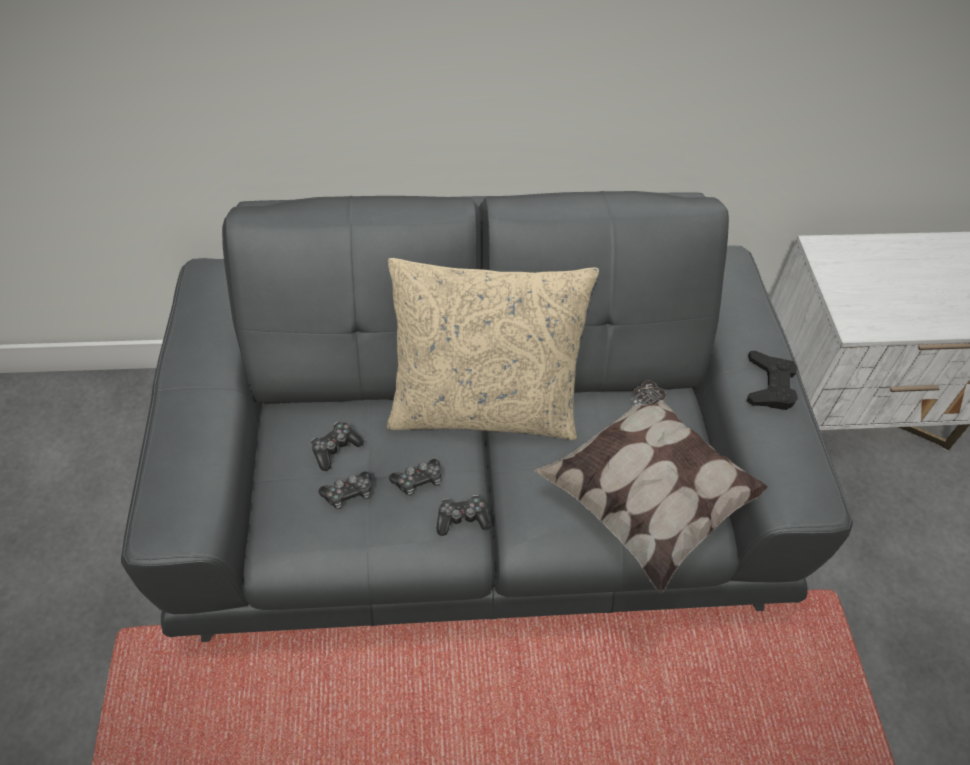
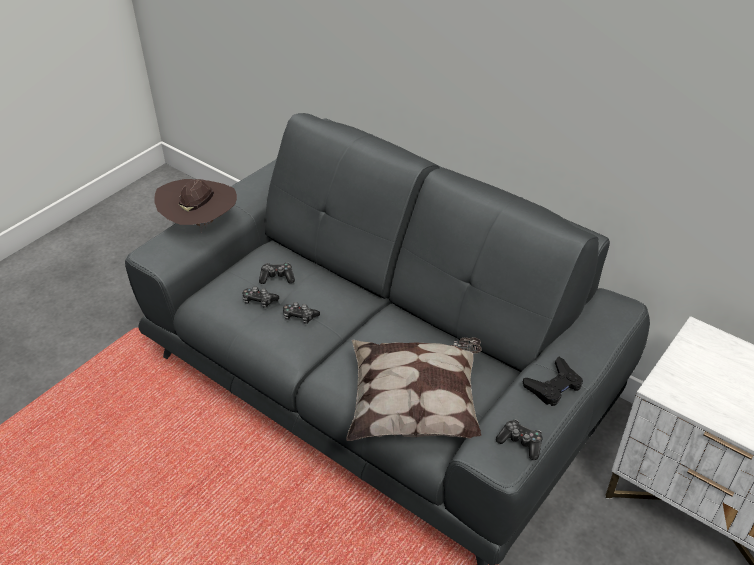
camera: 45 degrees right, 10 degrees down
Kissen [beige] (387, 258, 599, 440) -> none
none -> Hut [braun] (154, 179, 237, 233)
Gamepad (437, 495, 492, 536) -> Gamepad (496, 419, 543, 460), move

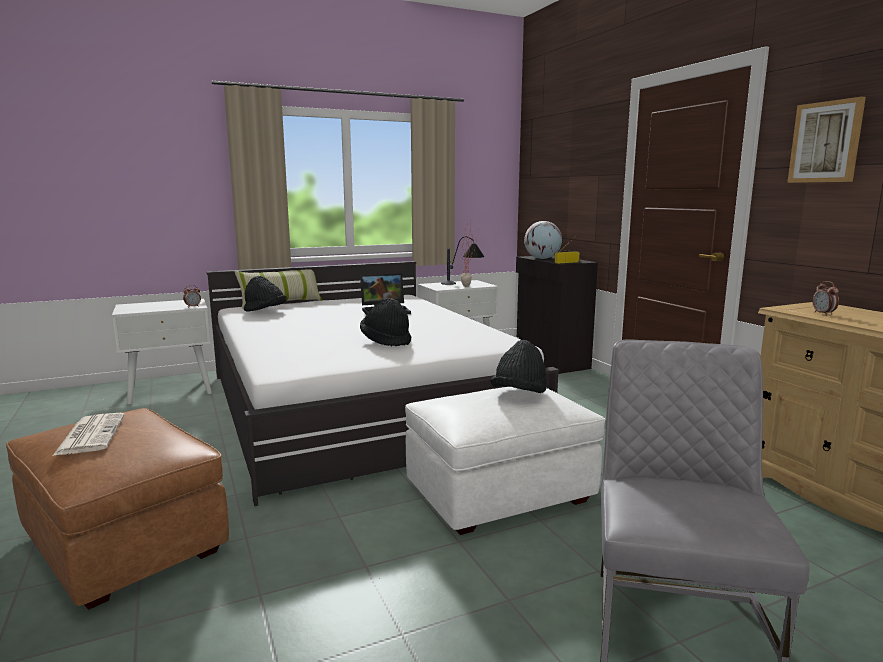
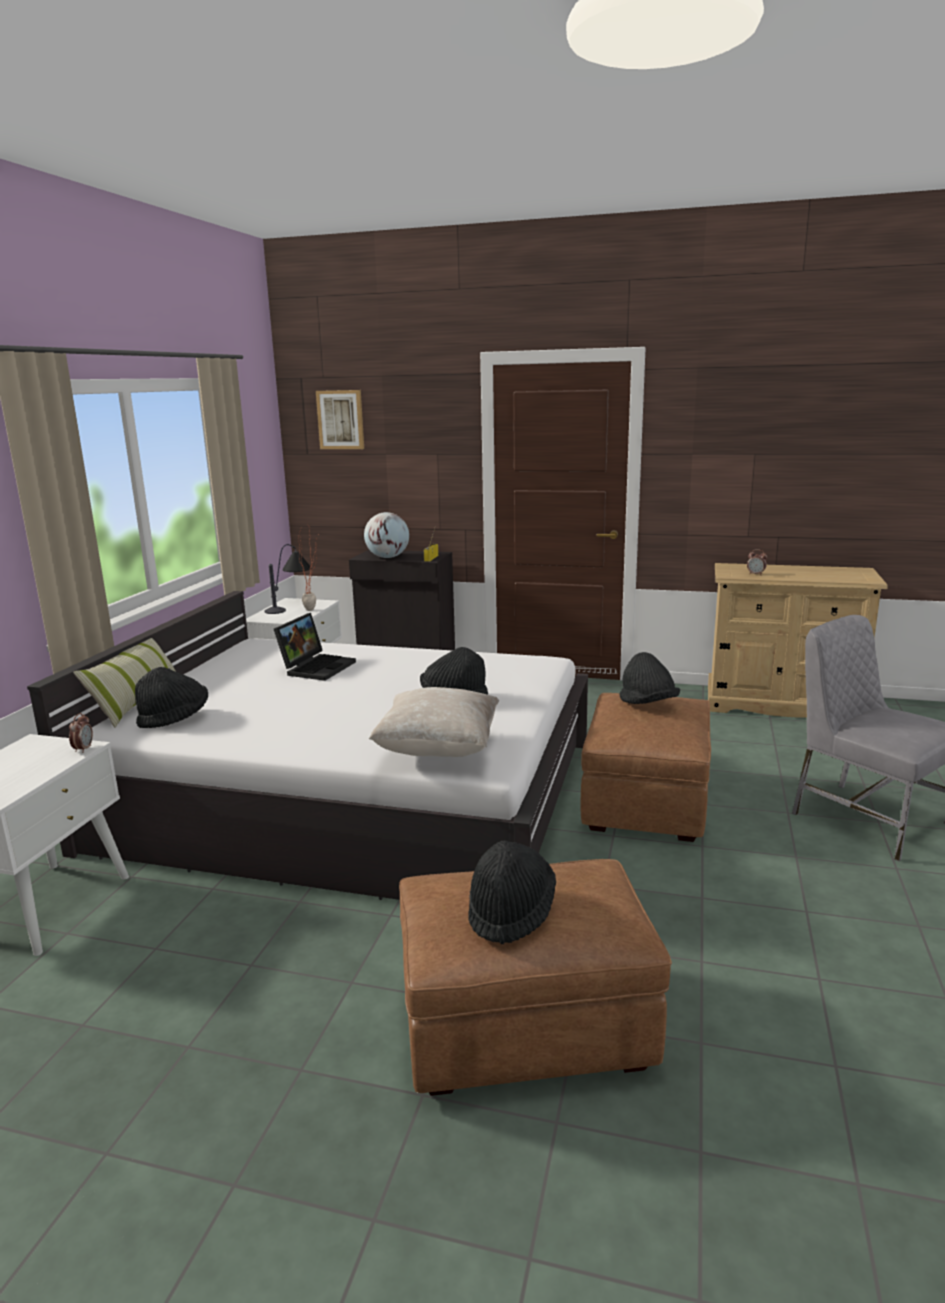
camera: 50 degrees left, 5 degrees up
none -> Kissen [beige] (369, 687, 499, 757)
Bild (787, 97, 866, 183) -> Bild (316, 390, 364, 449), move
Zeitung (53, 413, 125, 456) -> Hut [schwarz] (468, 841, 556, 945)
Polsterhocker [weiß] (405, 387, 606, 535) -> Polsterhocker [braun] (581, 693, 711, 842)

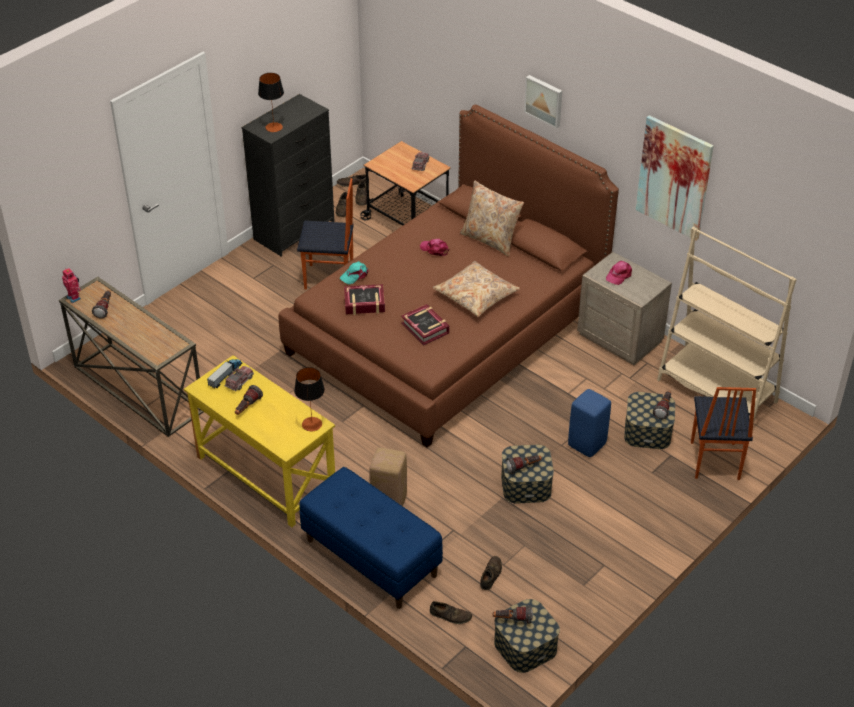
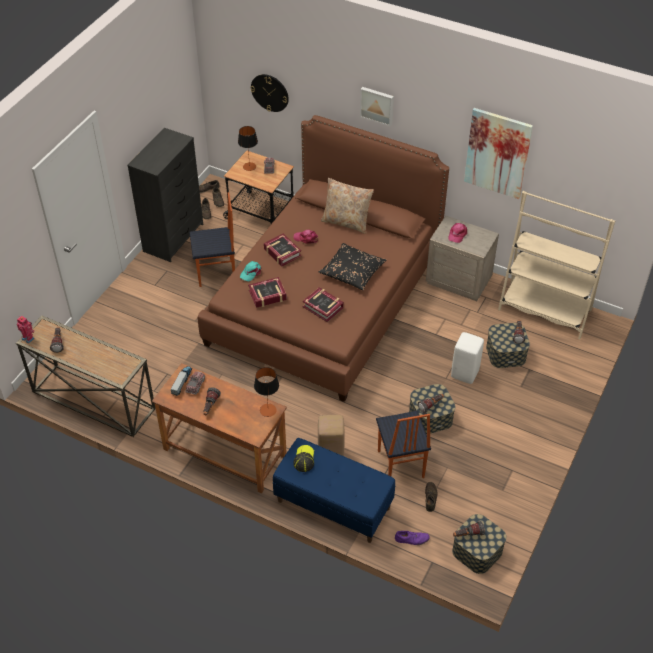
camera: 15 degrees left, 5 degrees up
none -> Wanduhr (250, 74, 289, 112)
none -> Buch (264, 233, 301, 266)
none -> Kappe (293, 445, 314, 472)
Tischlampe (258, 73, 284, 132) -> Tischlampe (238, 126, 258, 171), move
Stuhl (691, 387, 756, 480) -> Stuhl (376, 410, 431, 478), move
Schreibtisch [gelb] (184, 355, 335, 527) -> Schreibtisch [braun] (152, 363, 287, 493)
Schuh [braun] (430, 601, 472, 624) -> Schuh [lila] (395, 531, 430, 545)
Kissen [beige] (433, 261, 520, 317) -> Kissen [schwarz] (319, 243, 387, 290)
Hocker [blau] (568, 389, 611, 457) -> Hocker [weiß] (451, 332, 484, 384)

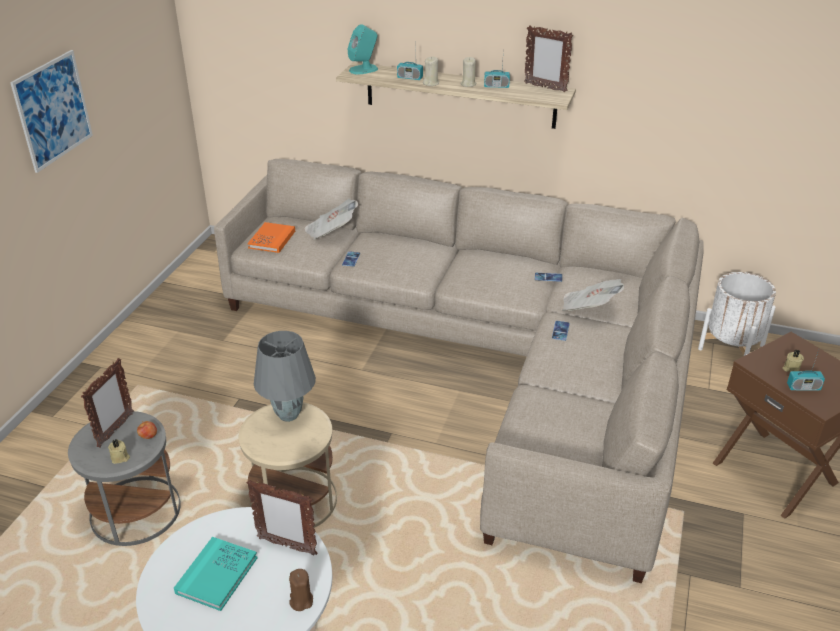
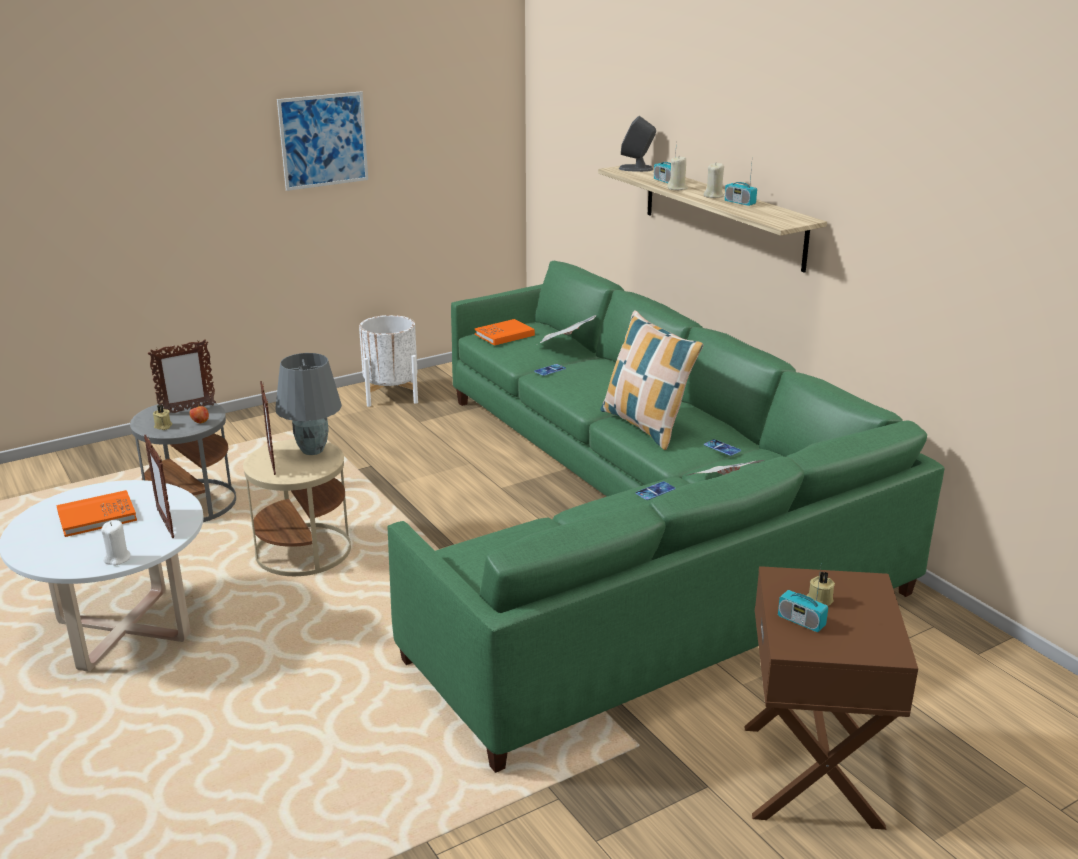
camera: 40 degrees right, 10 degrees down
none -> Kissen (601, 310, 704, 450)
Bilderrahmen (524, 26, 573, 93) -> Bilderrahmen (260, 381, 276, 475), move
Pflanzkübel [weiß] (698, 272, 776, 356) -> Pflanzkübel [weiß] (359, 315, 418, 407), move
Buch [türkis] (174, 537, 257, 611) -> Buch [orange] (56, 490, 137, 537)
Sofa [beige] (214, 159, 704, 583) -> Sofa [grün] (388, 261, 944, 773)
Kerze [braun] (289, 569, 313, 611) -> Kerze [weiß] (101, 520, 131, 565)
Lautsprecher [türkis] (348, 24, 378, 74) -> Lautsprecher [grau] (619, 116, 656, 172)

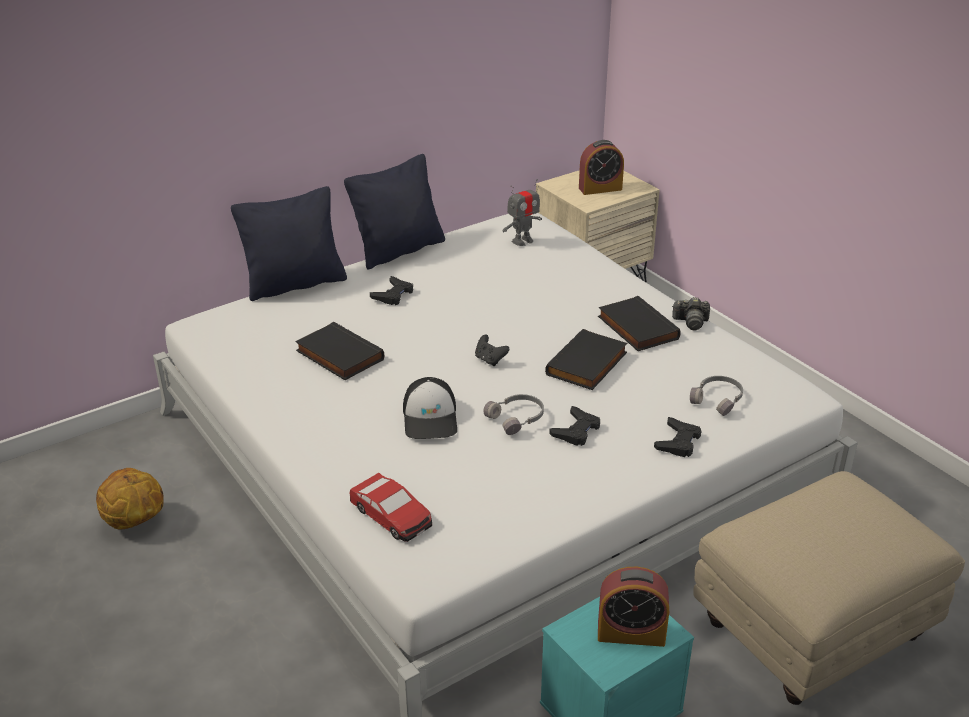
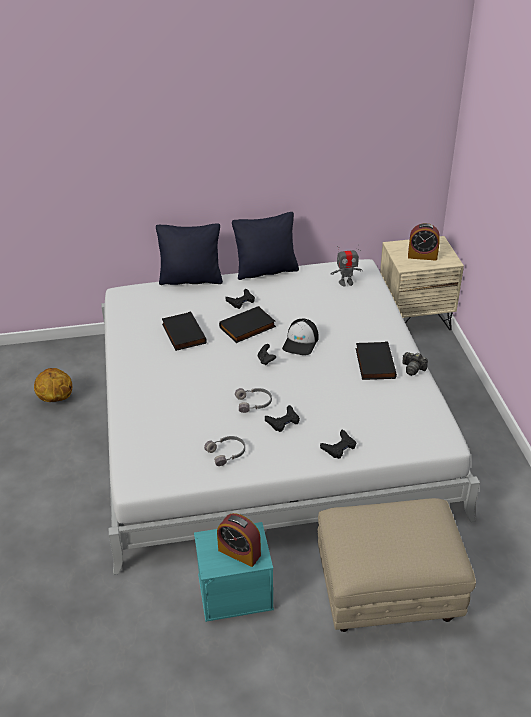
camera: 25 degrees right, 5 degrees up
Spielzeugauto (350, 473, 432, 542) -> none
Kappe (403, 377, 457, 439) -> Kappe (282, 319, 319, 355), move
Buch [schwarz] (545, 329, 627, 390) -> Buch [schwarz] (219, 306, 276, 343), move
Kopfhörer [grau] (690, 376, 743, 416) -> Kopfhörer [grau] (204, 436, 245, 466), move

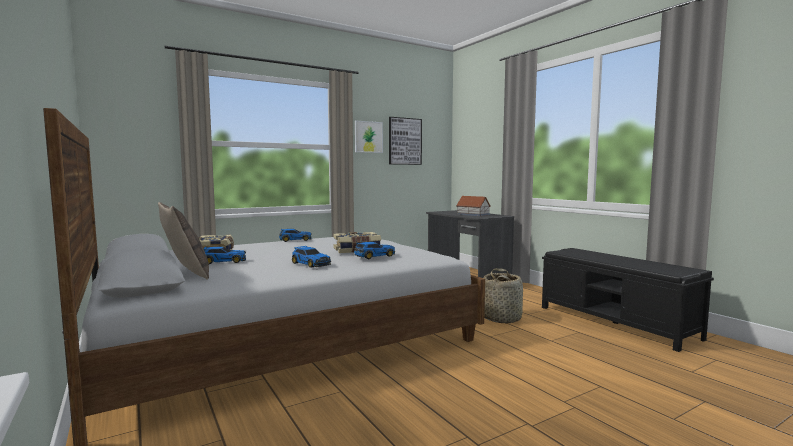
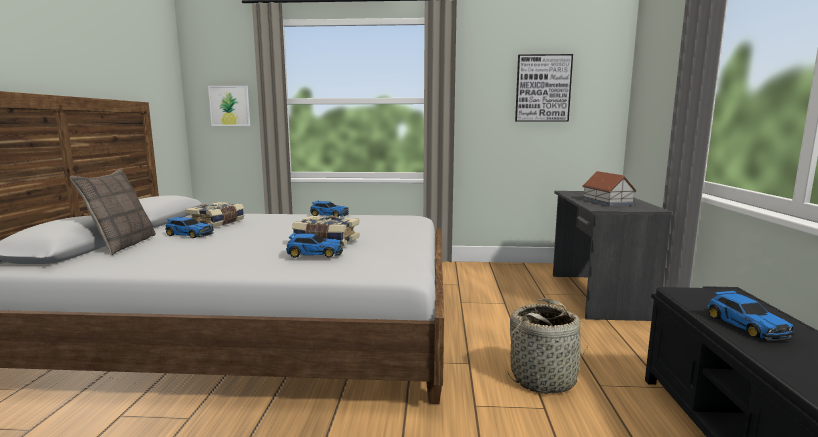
camera: 35 degrees right, 5 degrees up
Spielzeugauto (292, 246, 331, 268) -> Spielzeugauto (708, 290, 794, 341), move
Bild (355, 121, 383, 153) -> Bild (208, 86, 250, 126), move

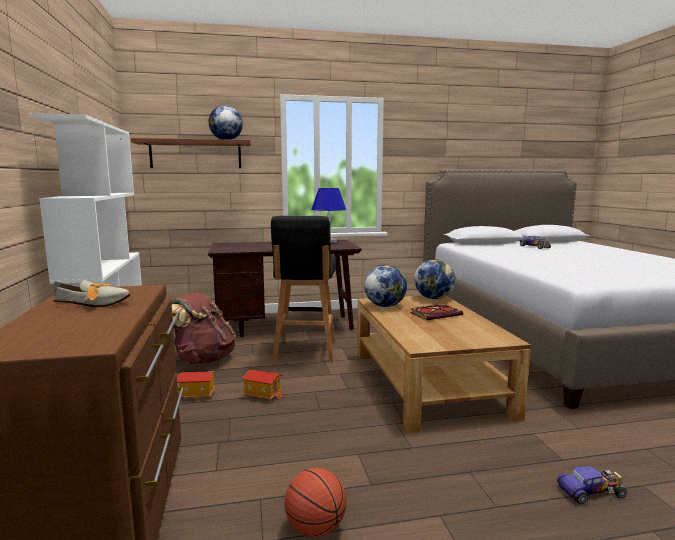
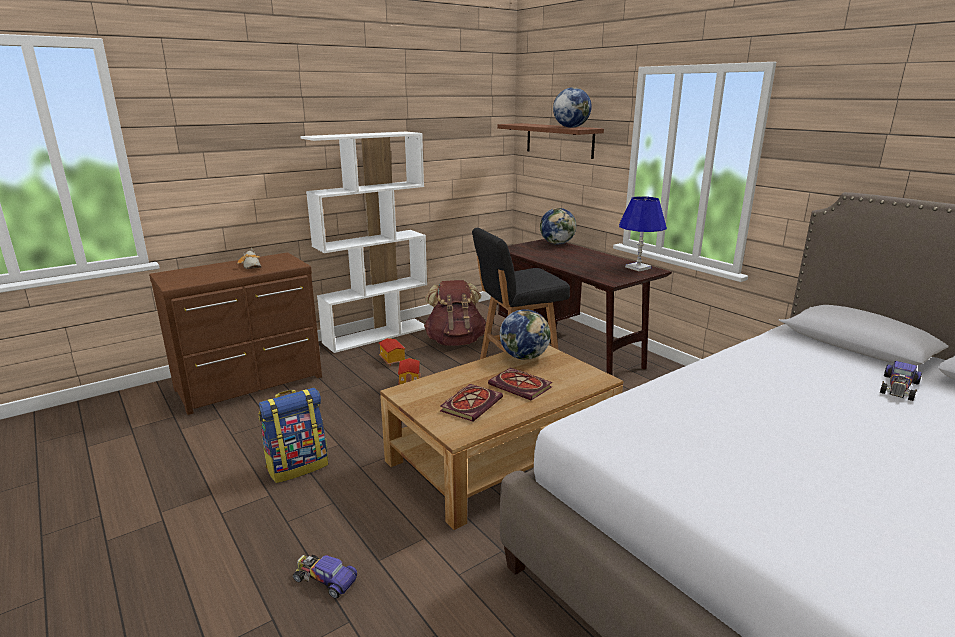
camera: 65 degrees right, 10 degrees up
Basketball (285, 468, 347, 537) -> none
none -> Rucksack (259, 388, 329, 483)
none -> Buch (440, 384, 503, 422)
Globus (414, 259, 455, 299) -> Globus (540, 208, 576, 244), move
Spielzeugauto (557, 466, 627, 504) -> Spielzeugauto (293, 555, 357, 598), 150 degrees clockwise

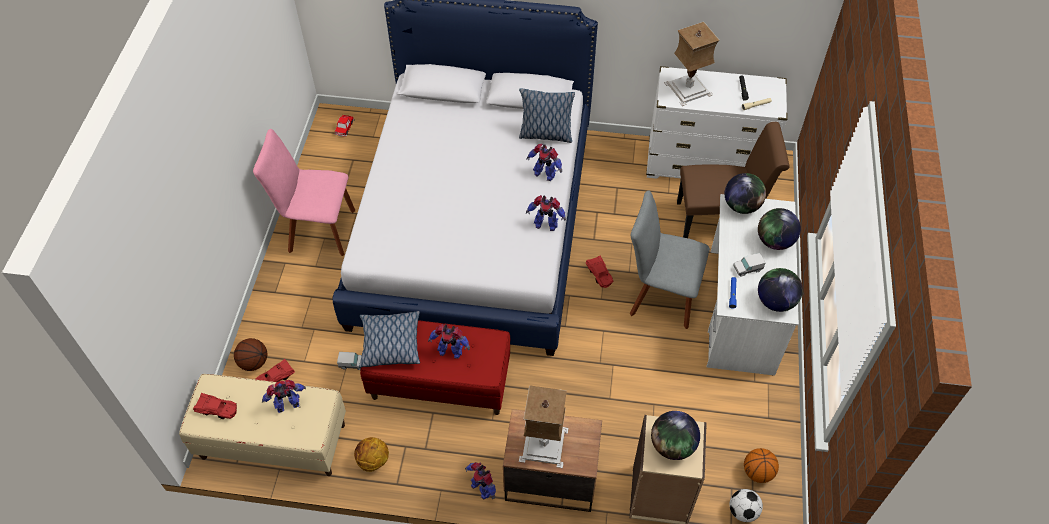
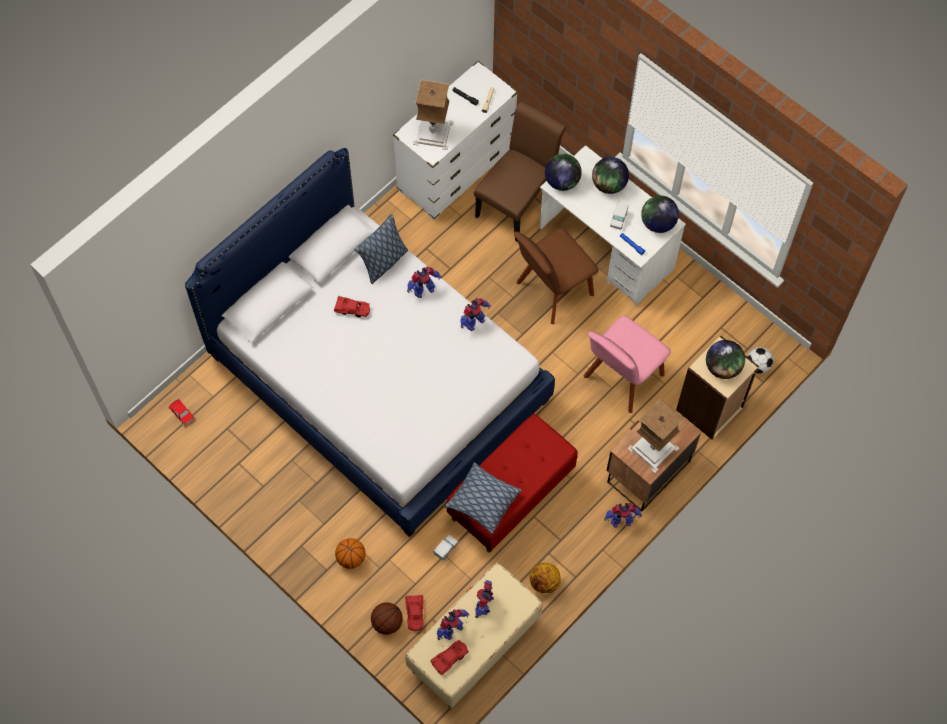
camera: 55 degrees left, 10 degrees up
Stuhl [rosa] (253, 129, 355, 256) -> Stuhl [rosa] (584, 315, 671, 413), move
Spielzeugroboter (428, 324, 470, 359) -> Spielzeugroboter (437, 609, 469, 640), move
Spielzeugauto [rot] (586, 255, 613, 288) -> Spielzeugauto [rot] (334, 296, 370, 317), move
Basketball (744, 448, 779, 483) -> Basketball (335, 538, 366, 569), move
Stuhl [grau] (630, 190, 710, 329) -> Stuhl [braun] (514, 228, 598, 324)

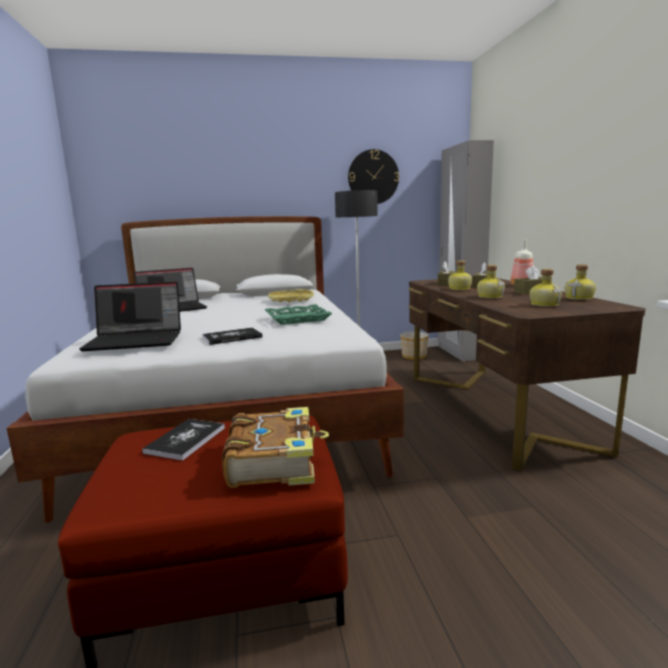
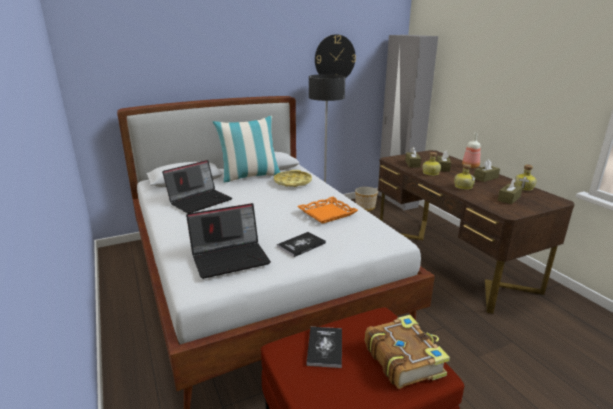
camera: 15 degrees left, 10 degrees up
none -> Kissen (213, 116, 280, 183)
Flasche (530, 269, 563, 307) -> Taschentuchbox [braun] (497, 178, 523, 204)
Tablett [grün] (265, 304, 332, 325) -> Tablett [orange] (297, 197, 358, 224)

